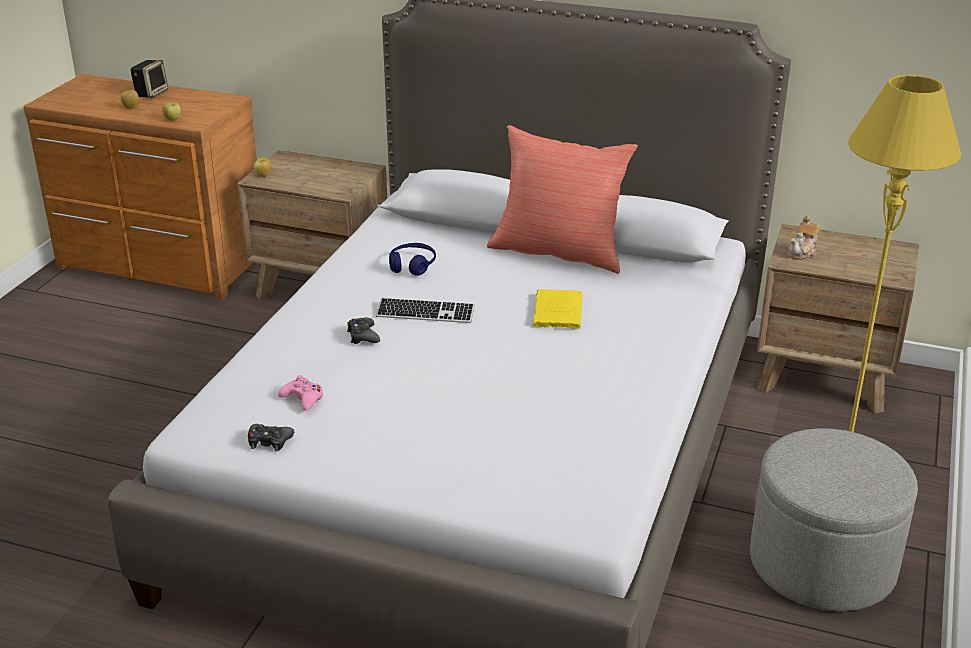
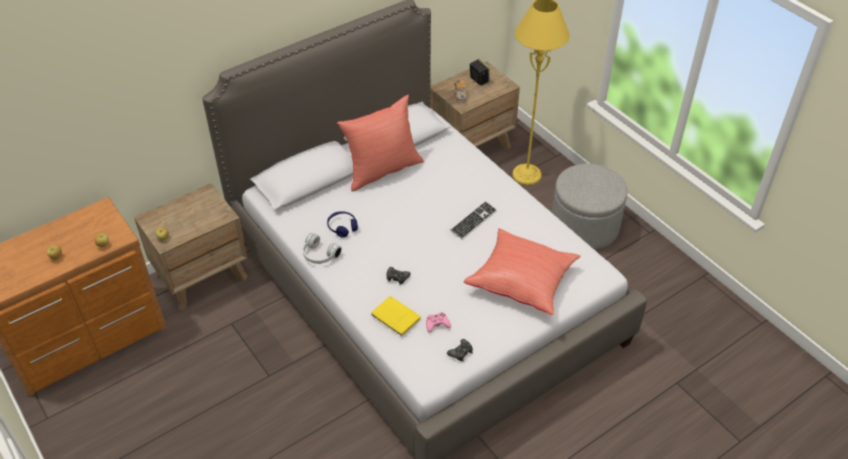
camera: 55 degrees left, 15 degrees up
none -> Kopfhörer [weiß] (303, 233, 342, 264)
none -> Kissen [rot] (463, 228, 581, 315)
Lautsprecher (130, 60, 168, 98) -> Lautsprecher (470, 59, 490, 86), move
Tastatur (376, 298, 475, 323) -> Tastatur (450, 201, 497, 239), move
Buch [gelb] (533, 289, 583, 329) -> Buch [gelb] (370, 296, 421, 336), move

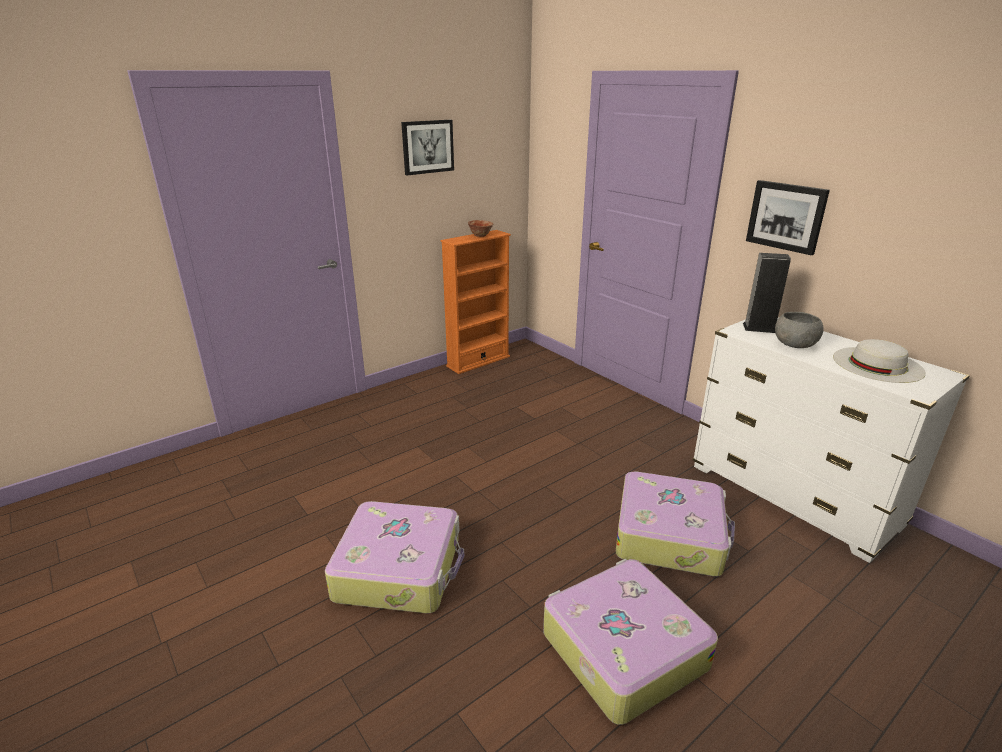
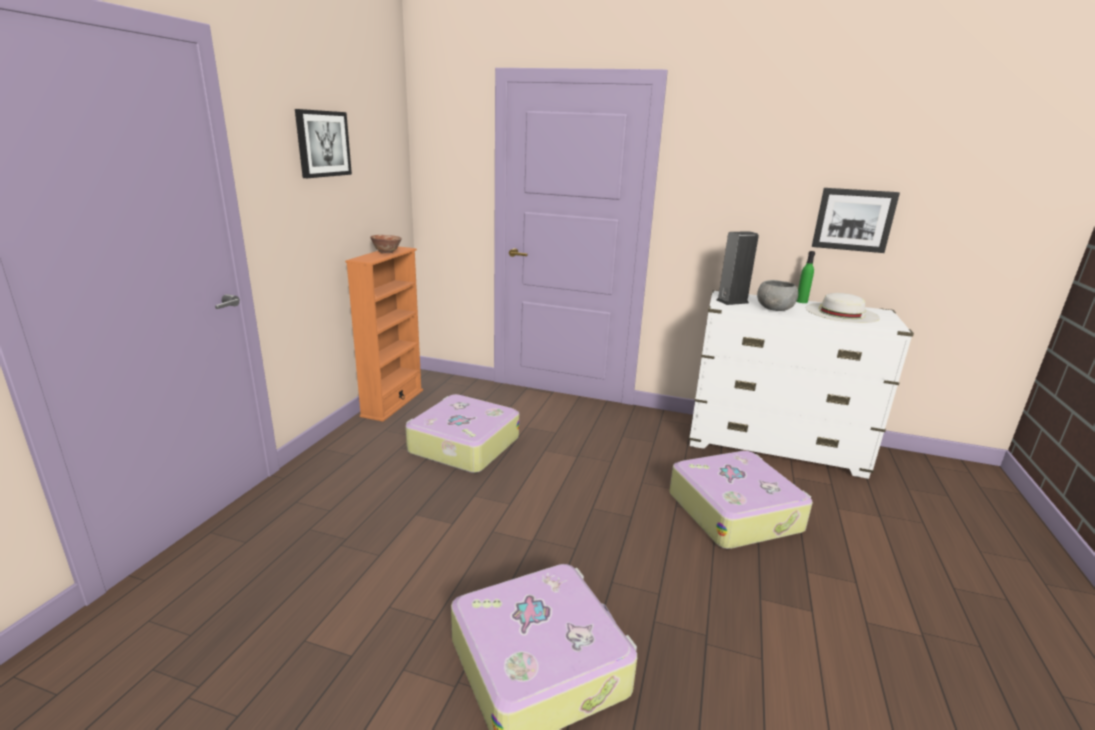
camera: 35 degrees left, 5 degrees down
none -> Flasche [grün] (796, 251, 815, 303)
Koffer (543, 559, 718, 725) -> Koffer (405, 394, 519, 473), move
Bild (746, 180, 830, 255) -> Bild (812, 188, 900, 253), move

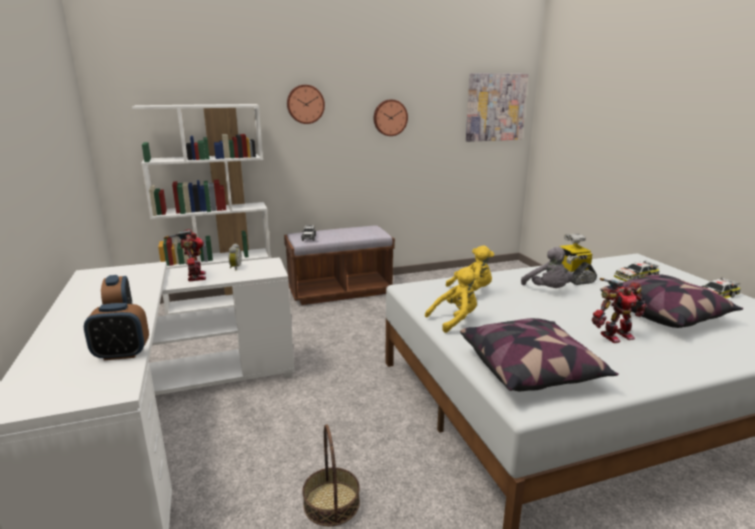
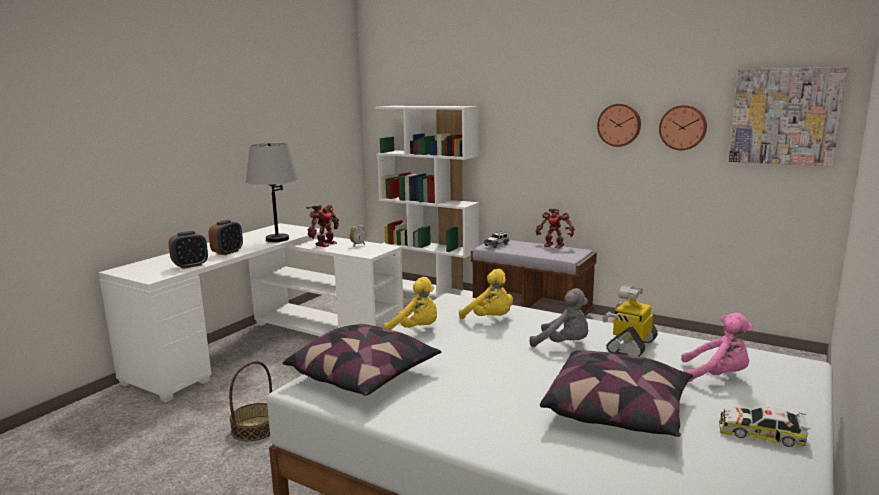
camera: 50 degrees right, 5 degrees down
none -> Tischlampe [grau] (246, 143, 298, 242)
Wanduhr (287, 85, 325, 124) -> Wanduhr (659, 105, 707, 150), move
Spielzeugroboter (592, 278, 647, 343) -> Spielzeugroboter (536, 209, 575, 248), move
Spielzeugauto (614, 261, 660, 281) -> Plüschtier [rosa] (681, 313, 754, 382)
Wecker (84, 303, 149, 360) -> Wecker (168, 231, 208, 269), 75 degrees counterclockwise
Plüschtier [grau] (521, 247, 573, 288) -> Plüschtier [grau] (530, 288, 589, 347), 90 degrees counterclockwise

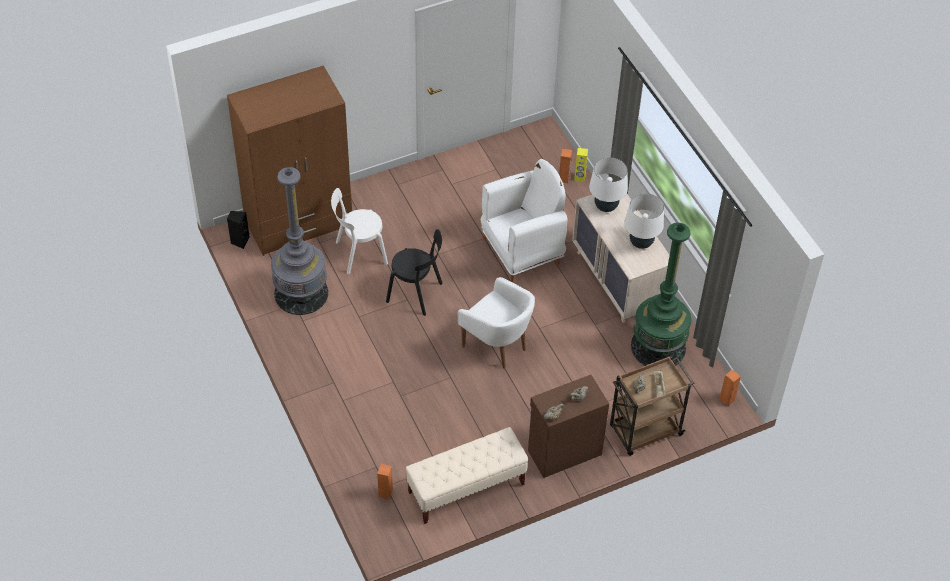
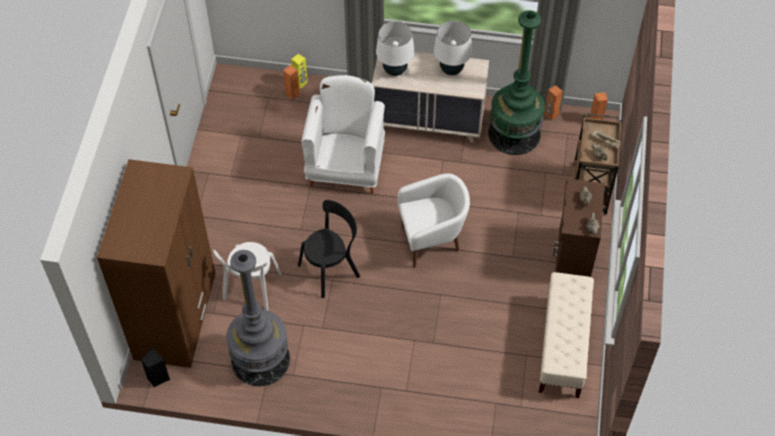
camera: 55 degrees left, 5 degrees up
Lautsprecher [orange] (377, 464, 393, 499) -> Lautsprecher [orange] (544, 85, 563, 120), move

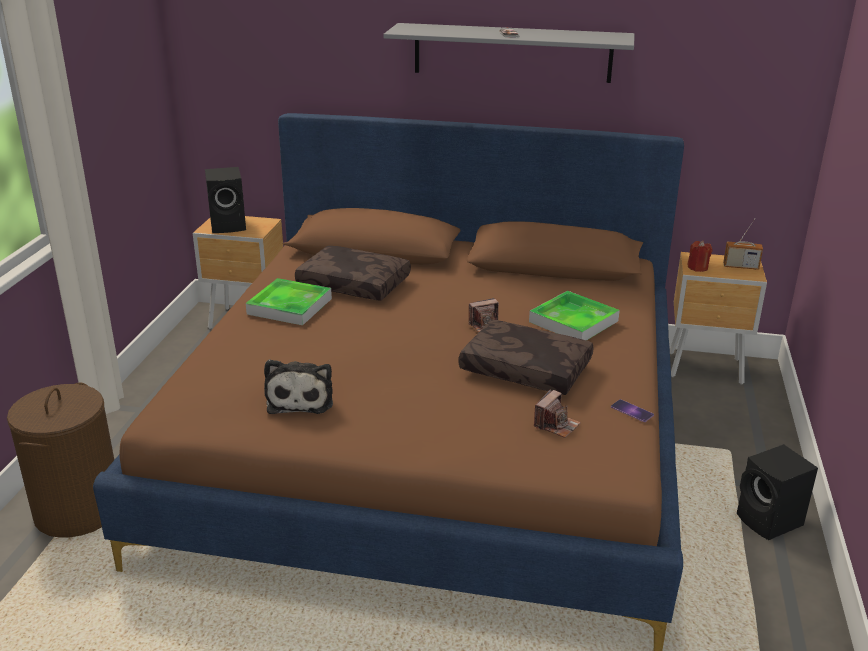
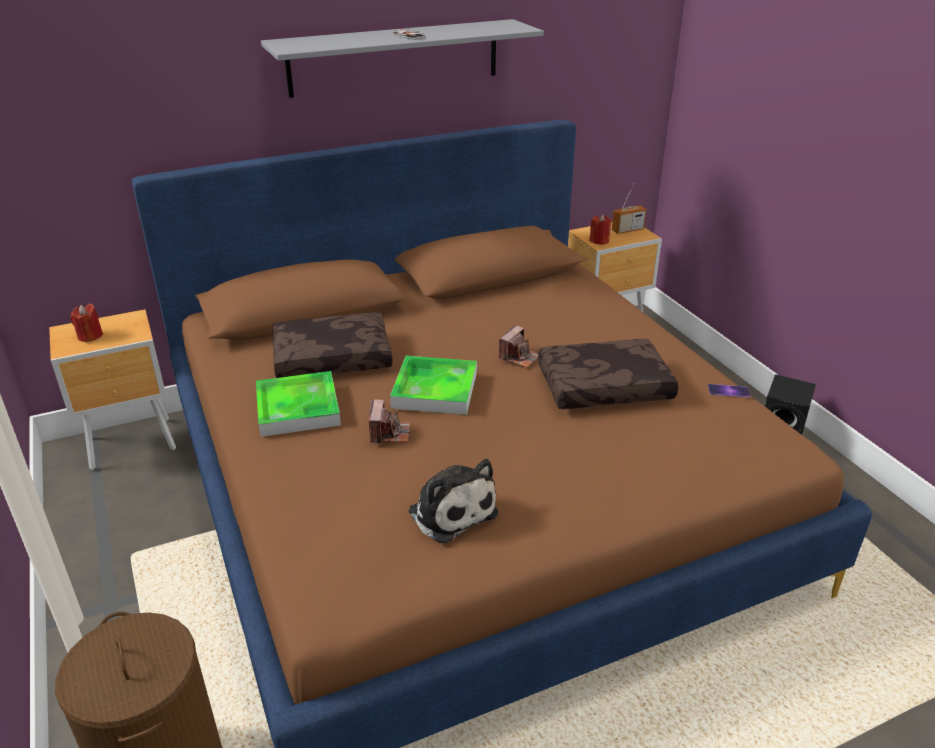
camera: 35 degrees left, 5 degrees up
Tablett (529, 291, 620, 340) -> Tablett (390, 356, 477, 415), move
Kamera (534, 389, 581, 438) -> Kamera (369, 399, 410, 444), move
Lautsprecher [schwarz] (205, 167, 246, 233) -> Kerze [rot] (71, 304, 103, 342)

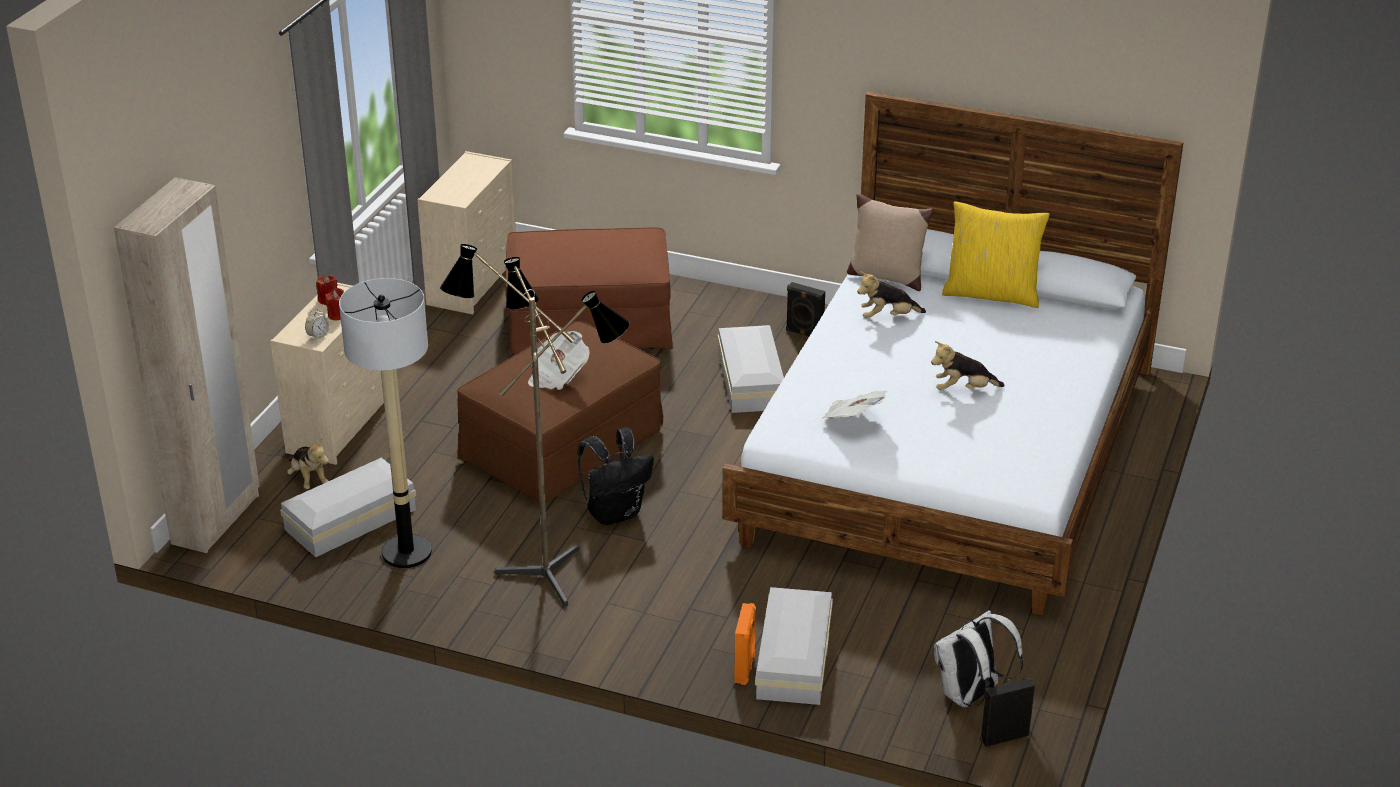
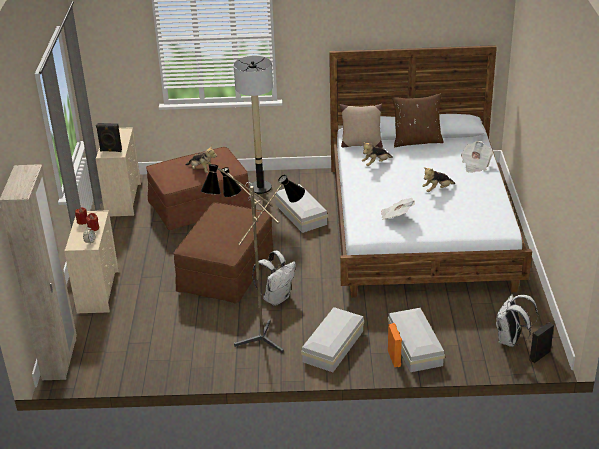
camera: 20 degrees left, 0 degrees up
Aufbewahrungsbox [weiß] (280, 457, 416, 557) -> Aufbewahrungsbox [weiß] (301, 307, 364, 372), move
Plüschtier (287, 439, 329, 489) -> Plüschtier (185, 145, 217, 173), move
Stehlampe (339, 278, 432, 568) -> Stehlampe (234, 56, 273, 194), move
Zeitung (528, 331, 590, 390) -> Zeitung (461, 141, 493, 173), move
Lautsprecher [schwarz] (786, 282, 825, 336) -> Lautsprecher [schwarz] (96, 123, 122, 152), move
Rucksack [schwarz] (577, 428, 654, 525) -> Rucksack [weiß] (252, 250, 296, 306)
Kissen [gelb] (942, 201, 1050, 308) -> Kissen [braun] (392, 94, 444, 147)

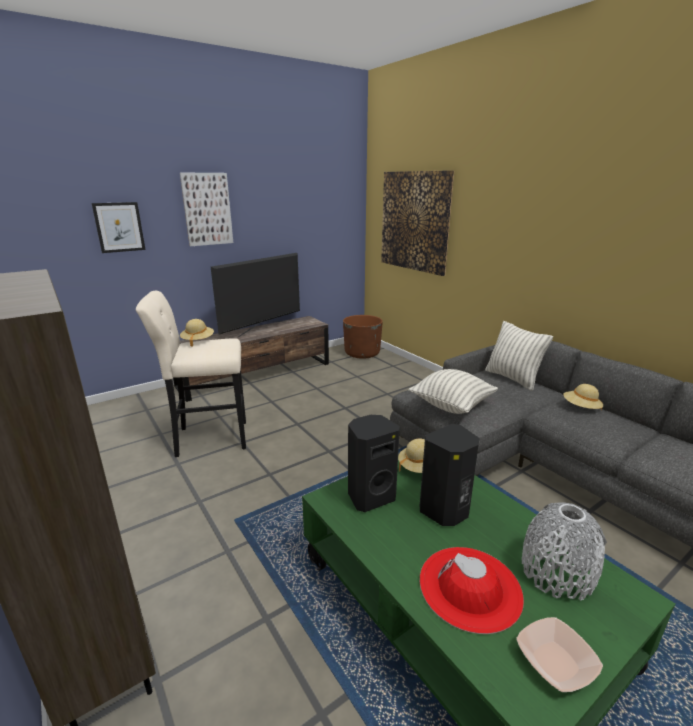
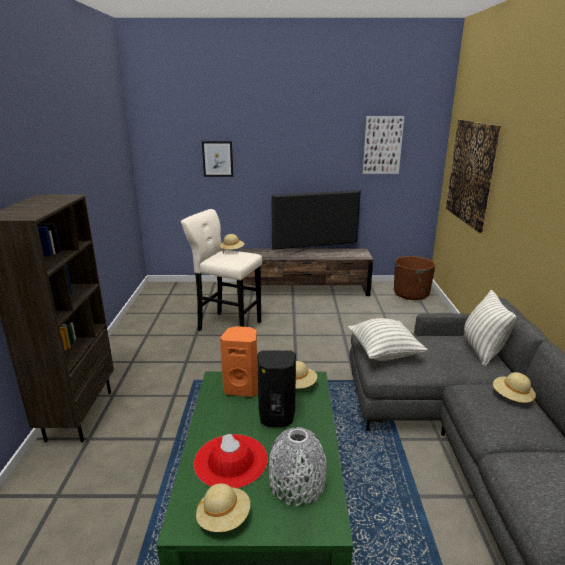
camera: 35 degrees right, 0 degrees up
Bild (180, 173, 233, 246) -> Bild (362, 116, 404, 174), move
Schüssel (516, 617, 603, 692) -> Hut [beige] (196, 483, 250, 532)
Lautsprecher [schwarz] (348, 415, 400, 512) -> Lautsprecher [orange] (220, 326, 258, 397)

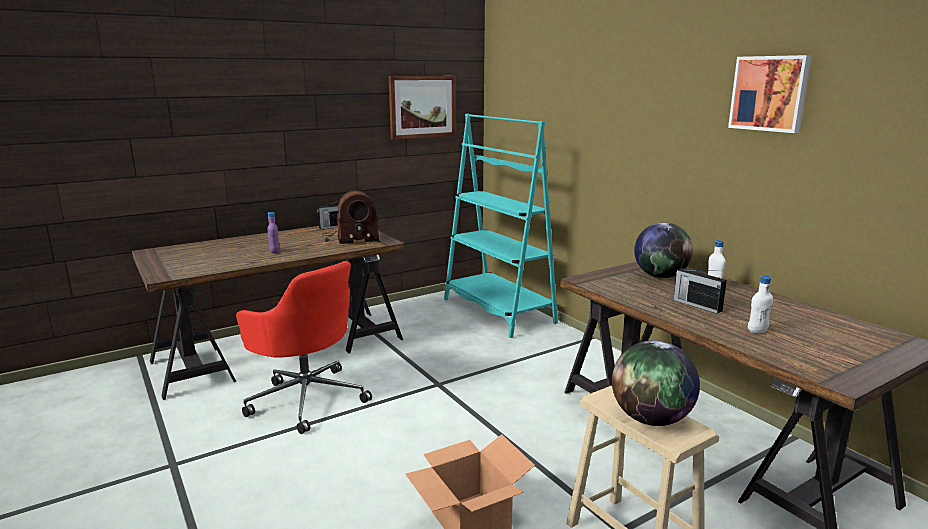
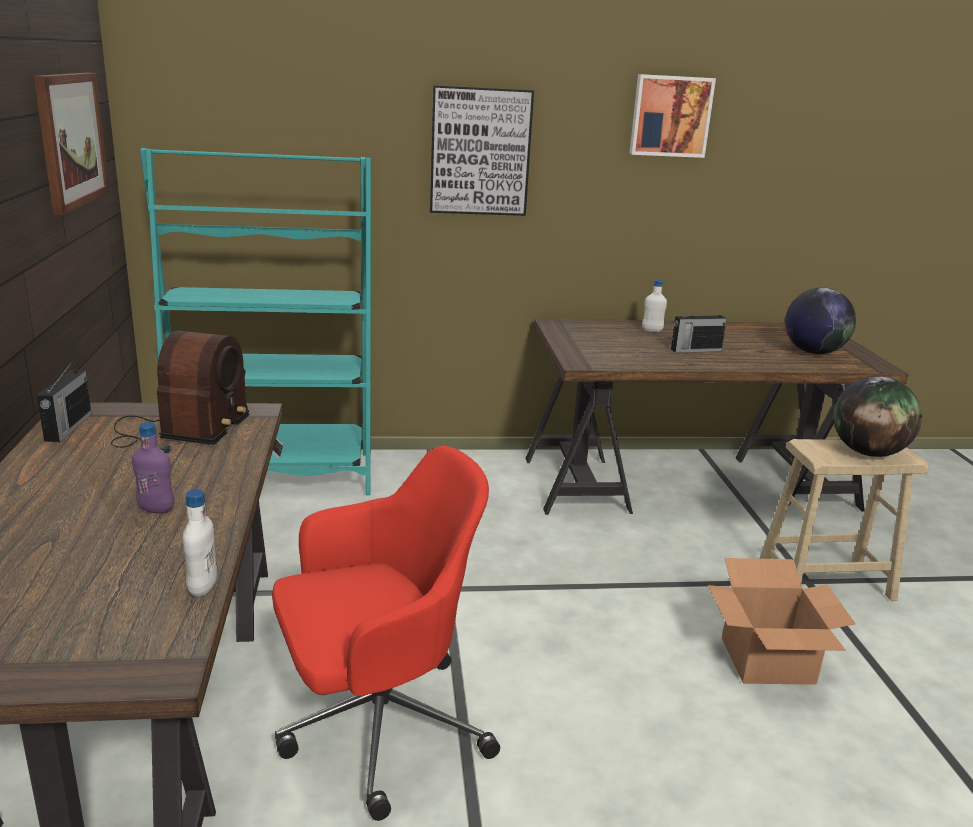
camera: 65 degrees left, 5 degrees up
none -> Bild (430, 85, 534, 216)
Globus (634, 222, 693, 278) -> Globus (785, 288, 856, 354), move
Flasche [weiß] (748, 275, 773, 334) -> Flasche [weiß] (183, 489, 217, 597), move

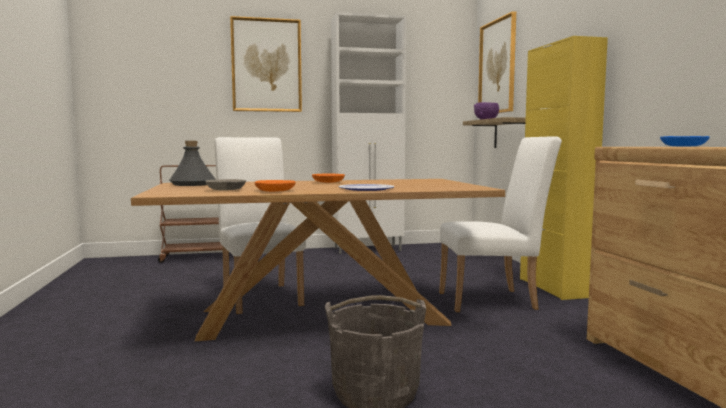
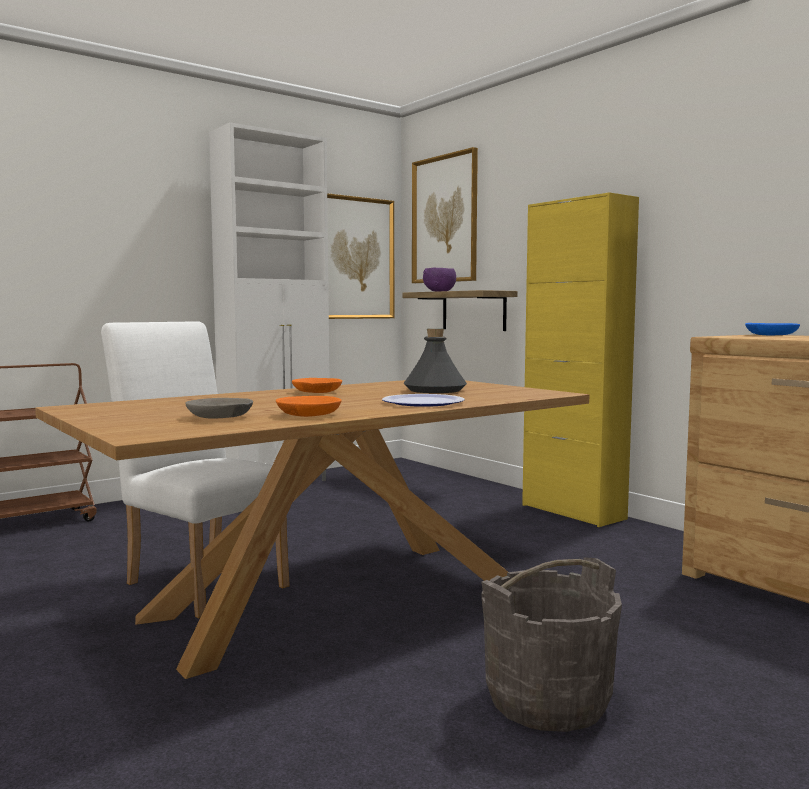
camera: 25 degrees left, 0 degrees up
Stuhl [weiß] (439, 136, 562, 312) -> none
Flasche [grau] (169, 141, 216, 186) -> Flasche [grau] (404, 328, 467, 393), move
Bild (230, 16, 302, 112) -> Bild (327, 193, 394, 319), move

